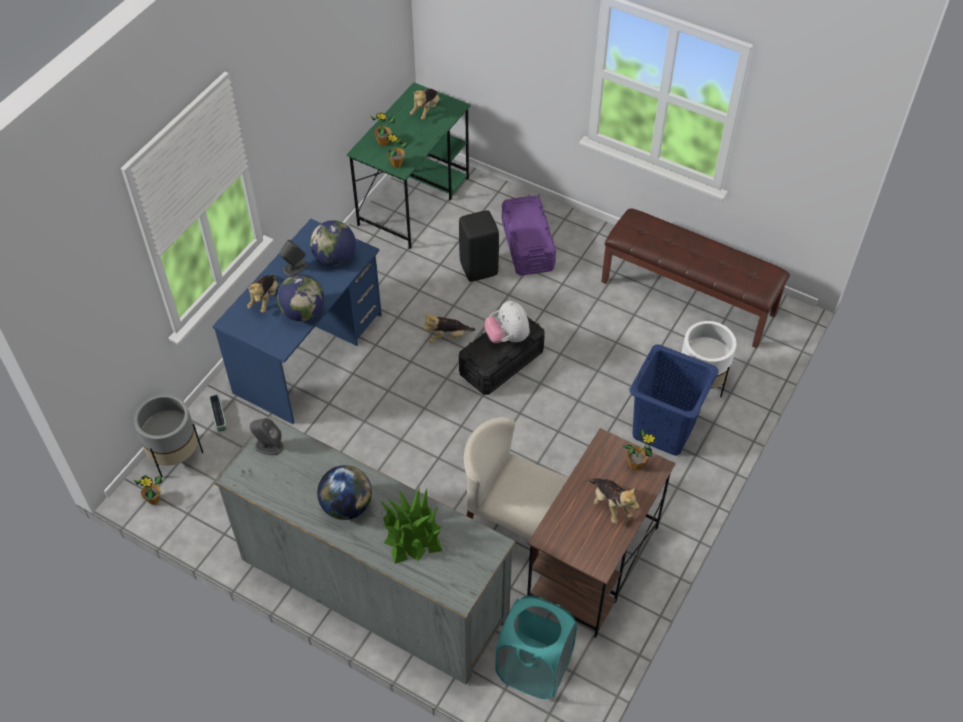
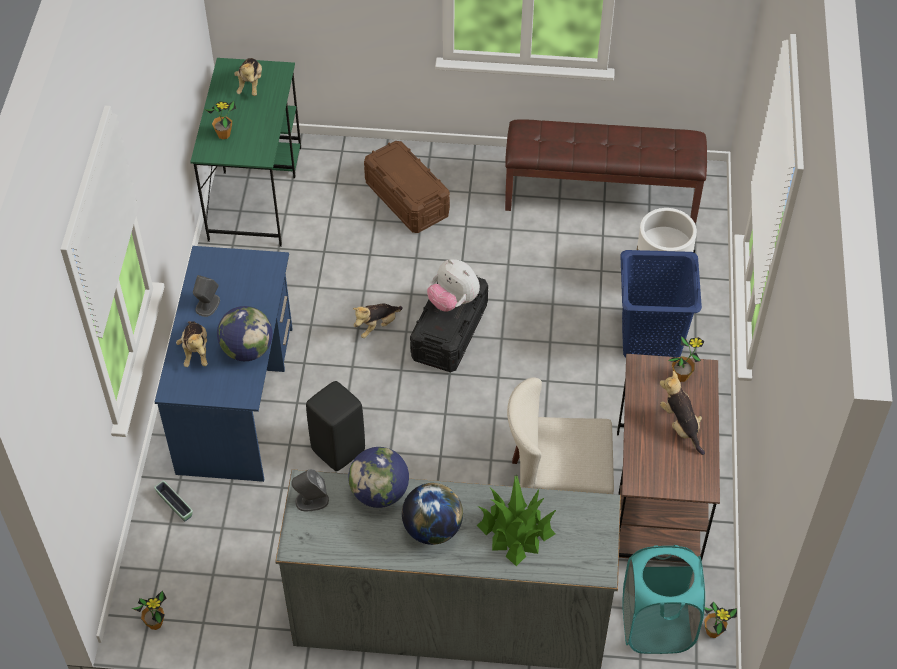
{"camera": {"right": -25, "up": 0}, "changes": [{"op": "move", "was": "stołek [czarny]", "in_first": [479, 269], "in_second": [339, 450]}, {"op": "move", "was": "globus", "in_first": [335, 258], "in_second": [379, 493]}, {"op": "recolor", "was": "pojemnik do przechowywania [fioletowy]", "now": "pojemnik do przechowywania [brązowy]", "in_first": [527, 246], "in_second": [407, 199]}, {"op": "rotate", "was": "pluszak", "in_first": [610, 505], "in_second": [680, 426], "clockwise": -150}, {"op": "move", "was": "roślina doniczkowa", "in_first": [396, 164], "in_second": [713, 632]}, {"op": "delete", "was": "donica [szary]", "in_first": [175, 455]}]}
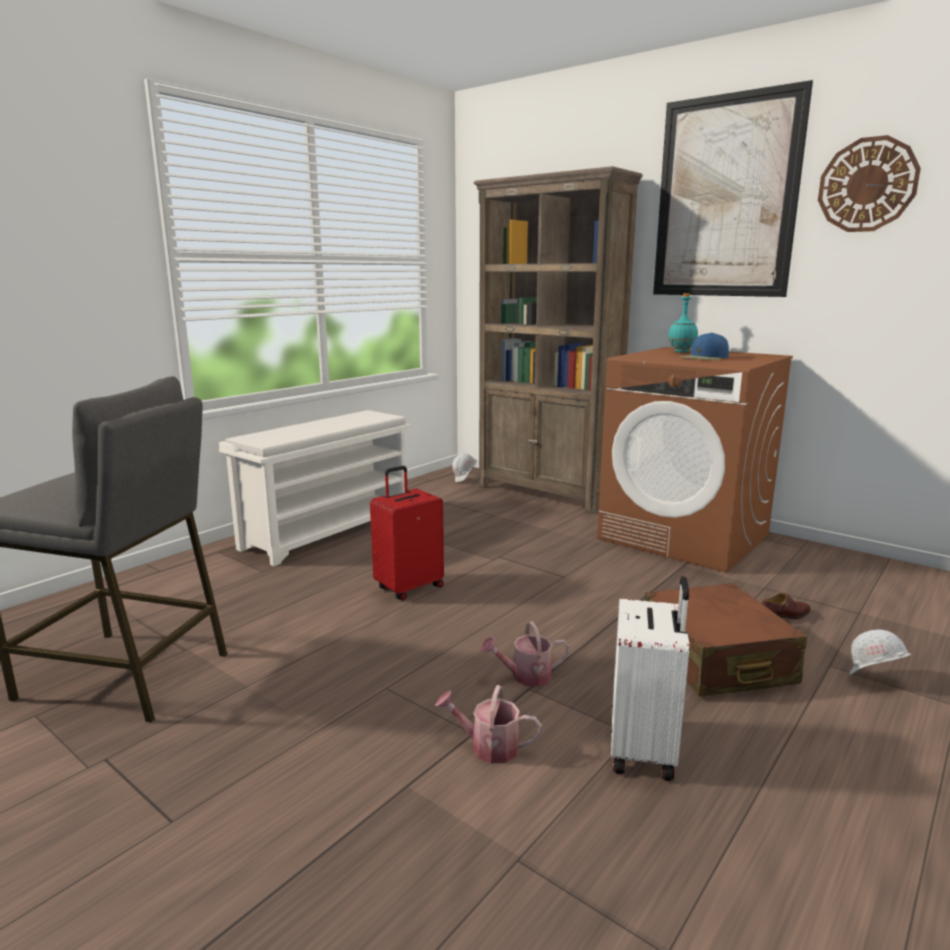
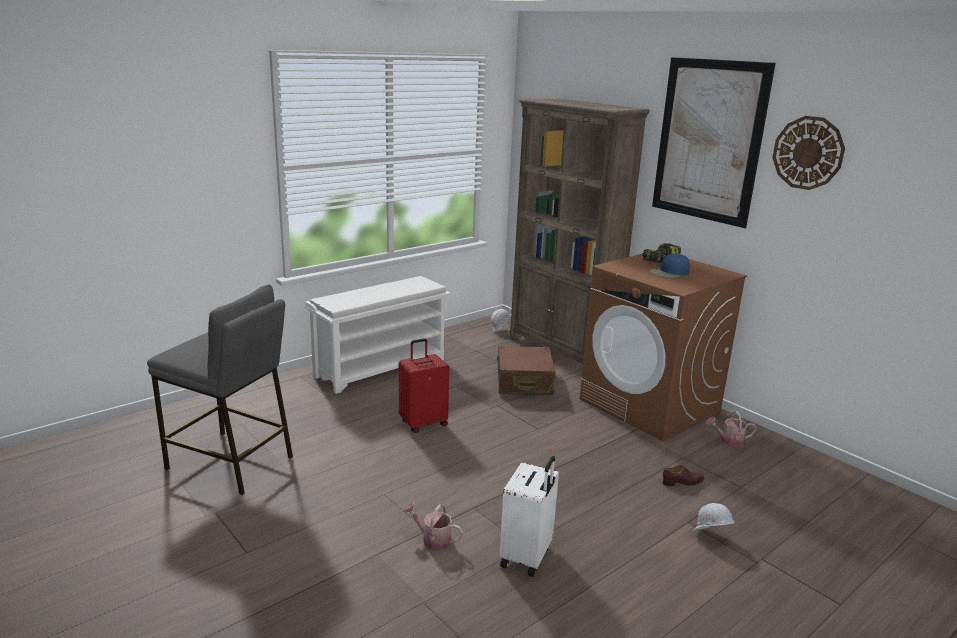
{"camera": {"right": 10, "up": 5}, "changes": [{"op": "move", "was": "walizka [brązowy]", "in_first": [715, 659], "in_second": [524, 382]}, {"op": "replace", "was": "butelka [turkusowy]", "now": "wiertarka", "in_first": [681, 351], "in_second": [661, 260]}, {"op": "move", "was": "konewka", "in_first": [525, 676], "in_second": [728, 441]}]}
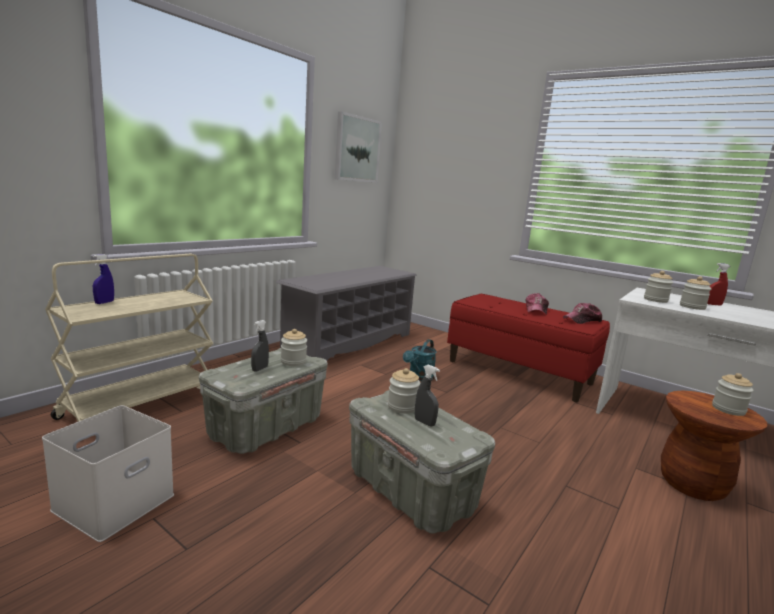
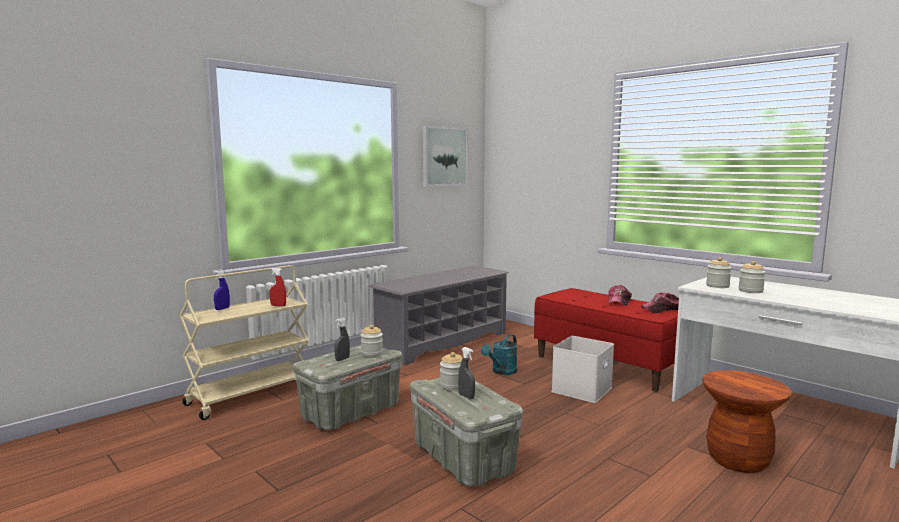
{"camera": {"right": 10, "up": -5}, "changes": [{"op": "move", "was": "spryskiwacz [czerwony]", "in_first": [713, 304], "in_second": [278, 305]}, {"op": "move", "was": "pojemnik do przechowywania [biały]", "in_first": [114, 504], "in_second": [582, 390]}, {"op": "delete", "was": "słoik", "in_first": [728, 409]}]}
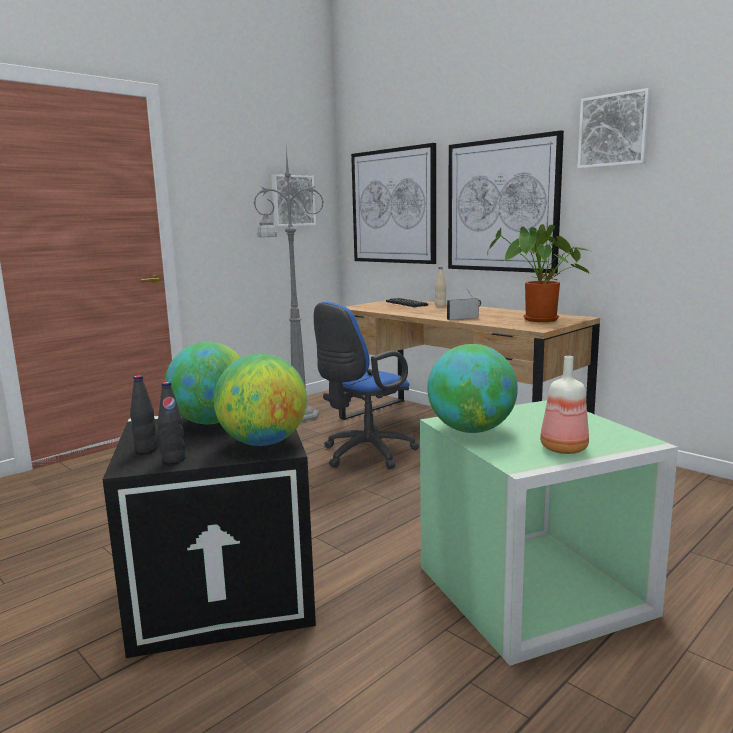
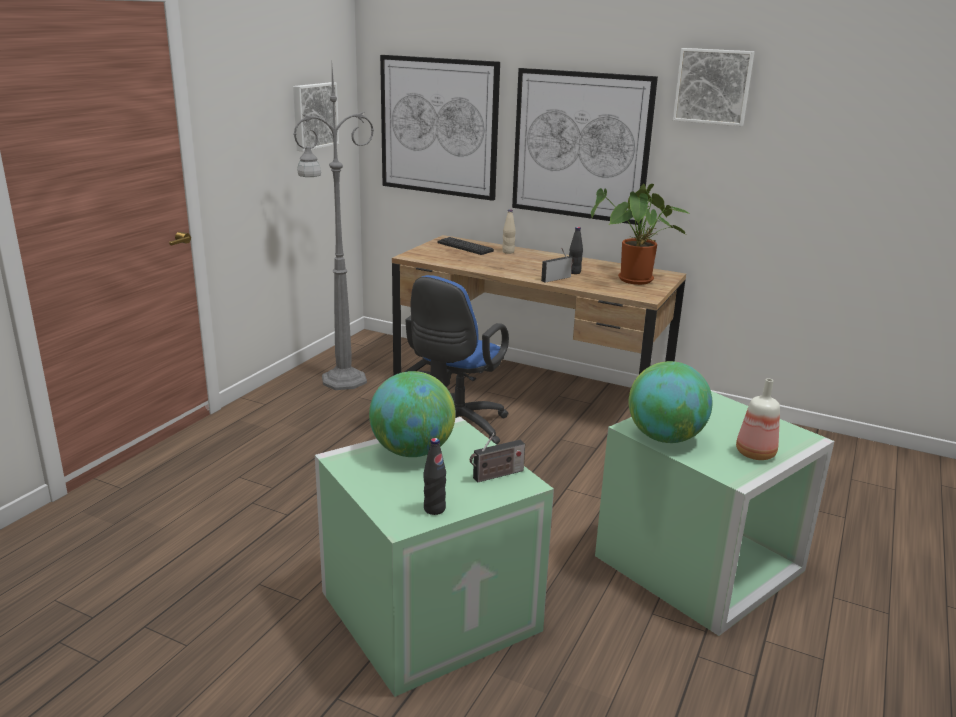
{"camera": {"right": -20, "up": 10}, "changes": [{"op": "recolor", "was": "pojemnik do przechowywania [czarny]", "now": "pojemnik do przechowywania [zielony]", "in_first": [225, 588], "in_second": [430, 608]}, {"op": "replace", "was": "globus", "now": "radio", "in_first": [263, 443], "in_second": [496, 475]}, {"op": "move", "was": "butelka [czarny]", "in_first": [146, 450], "in_second": [574, 272]}]}
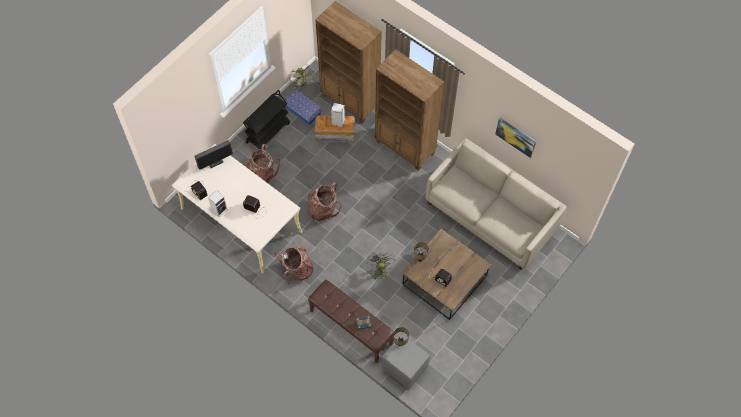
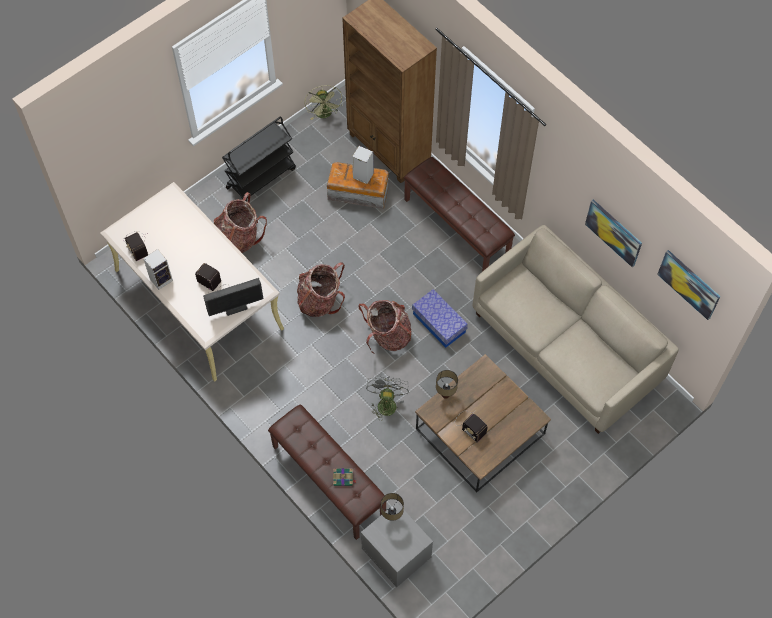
{"camera": {"right": 10, "up": 0}, "changes": [{"op": "move", "was": "monitor", "in_first": [215, 163], "in_second": [236, 308]}, {"op": "move", "was": "plecak", "in_first": [297, 270], "in_second": [388, 335]}, {"op": "replace", "was": "regał [brązowy]", "now": "ławka [brązowy]", "in_first": [405, 147], "in_second": [457, 227]}, {"op": "move", "was": "pojemnik do przechowywania", "in_first": [303, 111], "in_second": [439, 323]}, {"op": "insert", "now": "obraz", "in_second": [689, 284]}]}
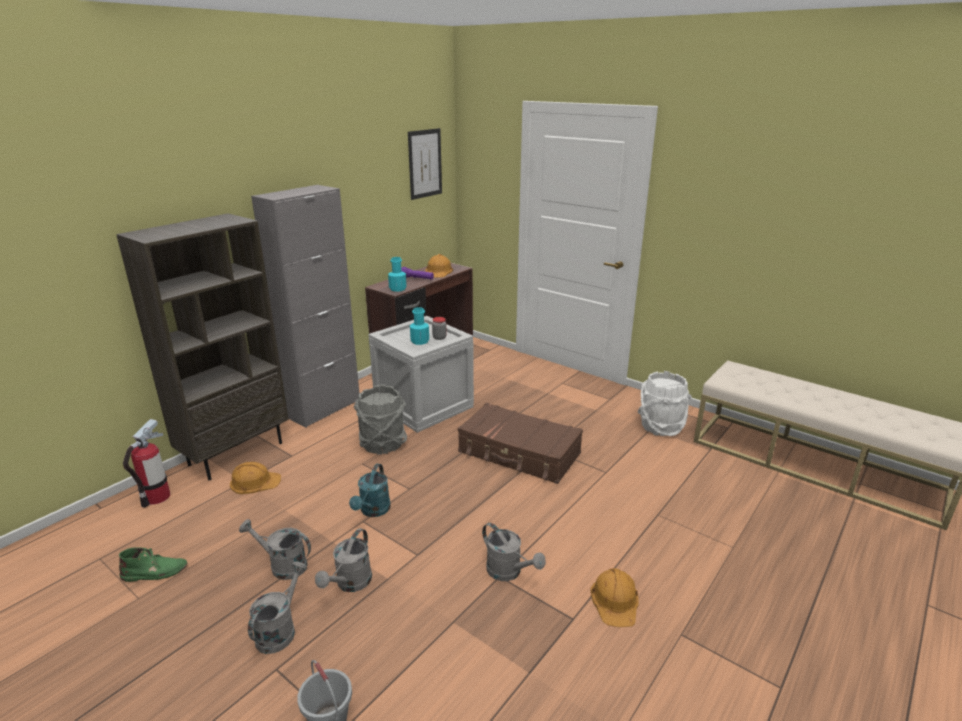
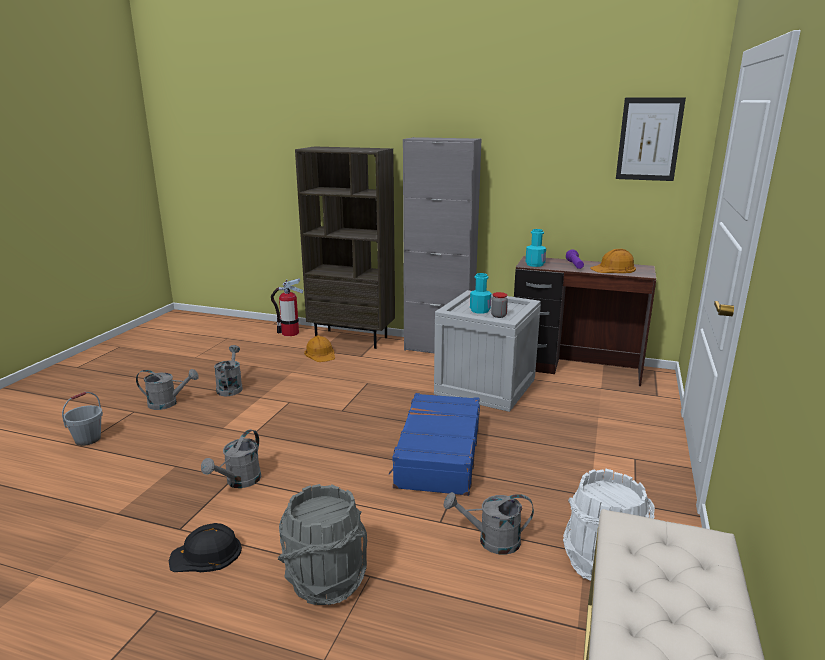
{"camera": {"right": 70, "up": -5}, "changes": [{"op": "recolor", "was": "kask [pomarańczowy]", "now": "kask [czarny]", "in_first": [615, 600], "in_second": [206, 554]}, {"op": "move", "was": "wiadro [szary]", "in_first": [382, 444], "in_second": [325, 581]}, {"op": "recolor", "was": "walizka [brązowy]", "now": "walizka [niebieski]", "in_first": [519, 453], "in_second": [438, 455]}, {"op": "move", "was": "konewka [szary]", "in_first": [350, 584], "in_second": [491, 541]}, {"op": "delete", "was": "but z cholewką [zielony]", "in_first": [155, 572]}, {"op": "delete", "was": "konewka [turkusowy]", "in_first": [373, 511]}]}
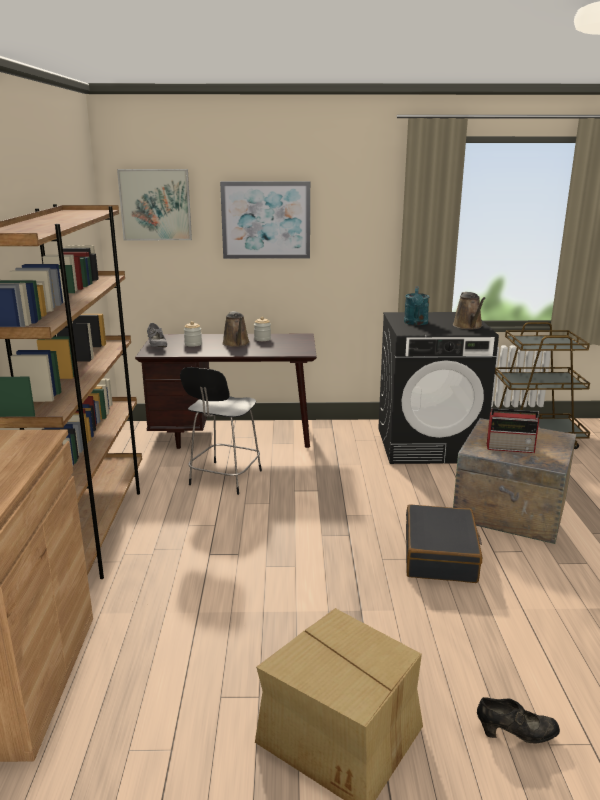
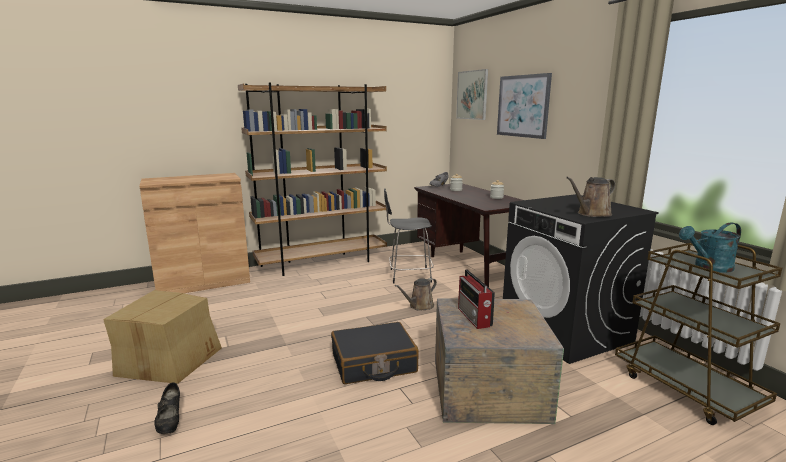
{"camera": {"right": 65, "up": -5}, "changes": [{"op": "move", "was": "konewka [brązowy]", "in_first": [236, 344], "in_second": [419, 306]}, {"op": "move", "was": "konewka [turkusowy]", "in_first": [416, 323], "in_second": [708, 267]}]}
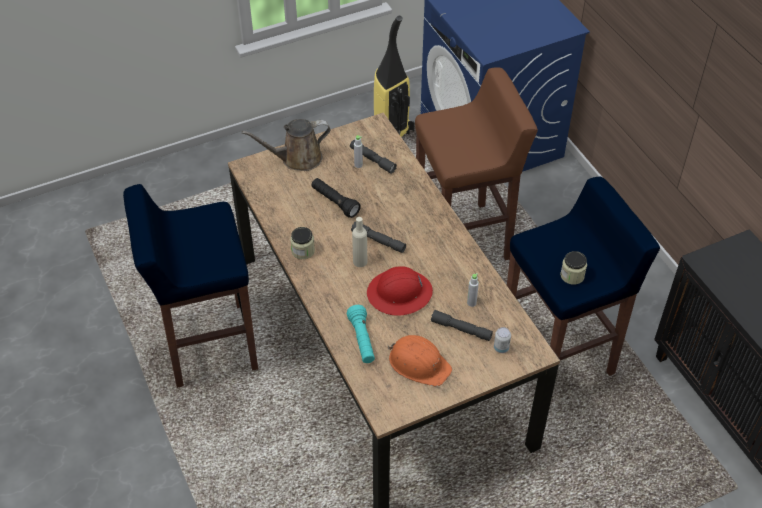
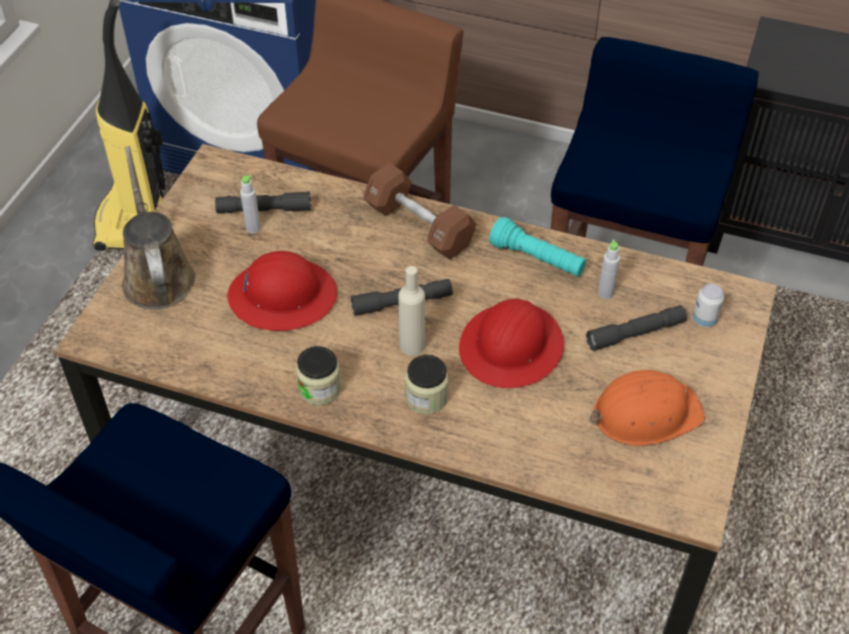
{"camera": {"right": -45, "up": 0}, "changes": [{"op": "rotate", "was": "konewka [brązowy]", "in_first": [297, 159], "in_second": [157, 276], "clockwise": 135}, {"op": "replace", "was": "latarka [czarny]", "now": "kask [czerwony]", "in_first": [334, 202], "in_second": [282, 296]}, {"op": "insert", "now": "hantel [brązowy]", "in_second": [419, 226]}, {"op": "move", "was": "słoik", "in_first": [572, 275], "in_second": [426, 398]}, {"op": "move", "was": "latarka [turkusowy]", "in_first": [362, 340], "in_second": [537, 259]}]}
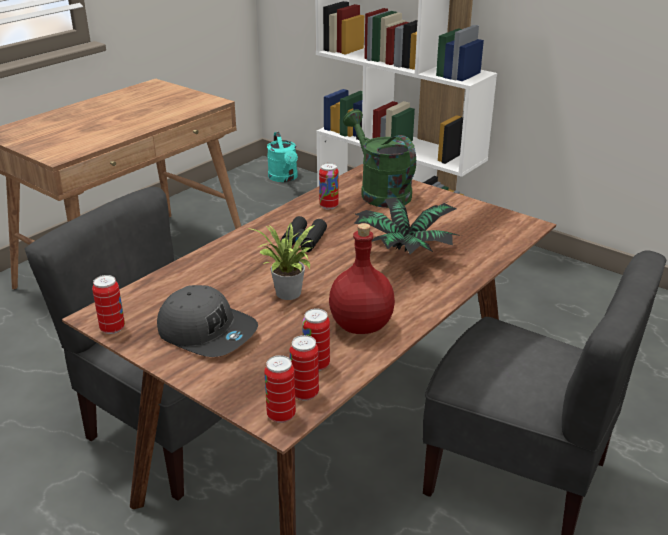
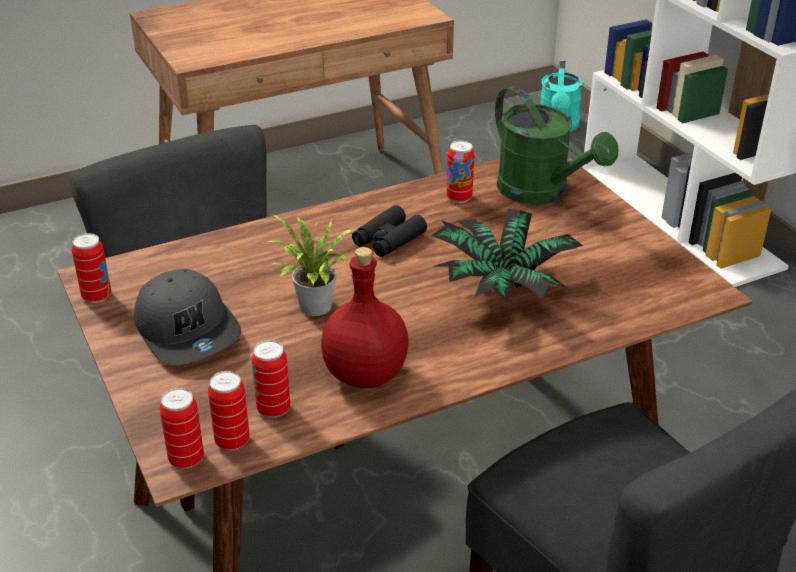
{"camera": {"right": 25, "up": 5}, "changes": [{"op": "rotate", "was": "konewka [zielony]", "in_first": [380, 192], "in_second": [542, 192], "clockwise": 150}]}
